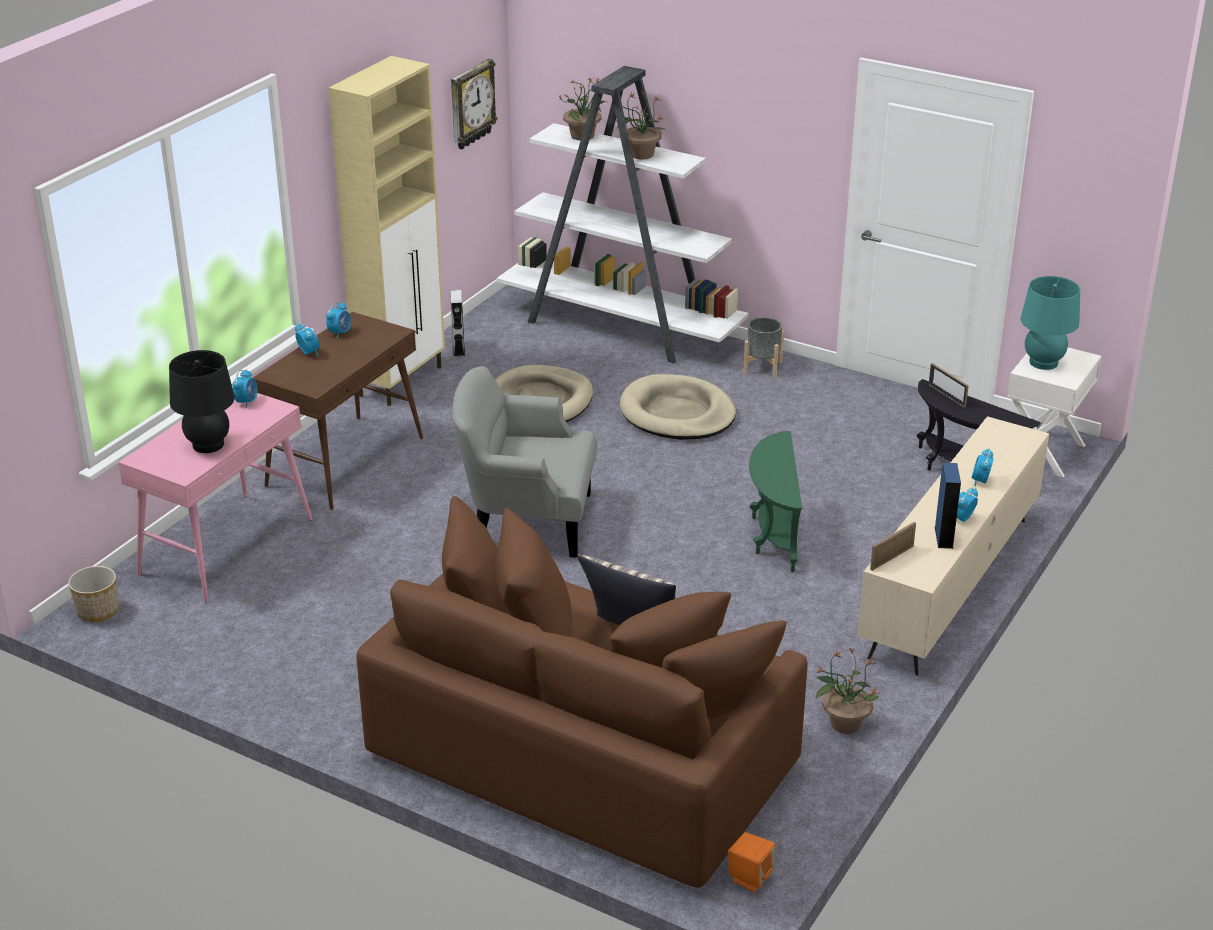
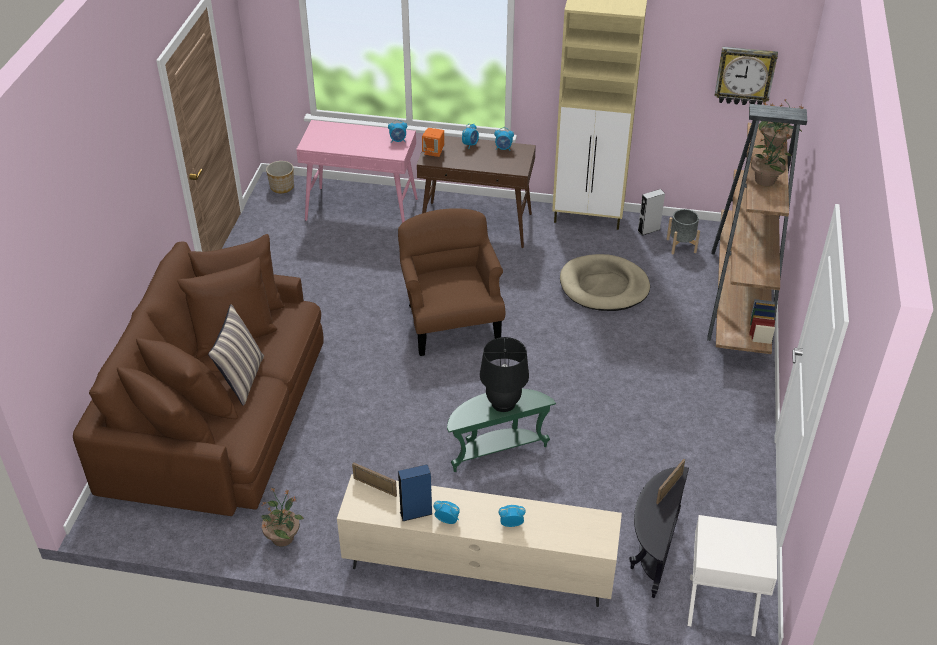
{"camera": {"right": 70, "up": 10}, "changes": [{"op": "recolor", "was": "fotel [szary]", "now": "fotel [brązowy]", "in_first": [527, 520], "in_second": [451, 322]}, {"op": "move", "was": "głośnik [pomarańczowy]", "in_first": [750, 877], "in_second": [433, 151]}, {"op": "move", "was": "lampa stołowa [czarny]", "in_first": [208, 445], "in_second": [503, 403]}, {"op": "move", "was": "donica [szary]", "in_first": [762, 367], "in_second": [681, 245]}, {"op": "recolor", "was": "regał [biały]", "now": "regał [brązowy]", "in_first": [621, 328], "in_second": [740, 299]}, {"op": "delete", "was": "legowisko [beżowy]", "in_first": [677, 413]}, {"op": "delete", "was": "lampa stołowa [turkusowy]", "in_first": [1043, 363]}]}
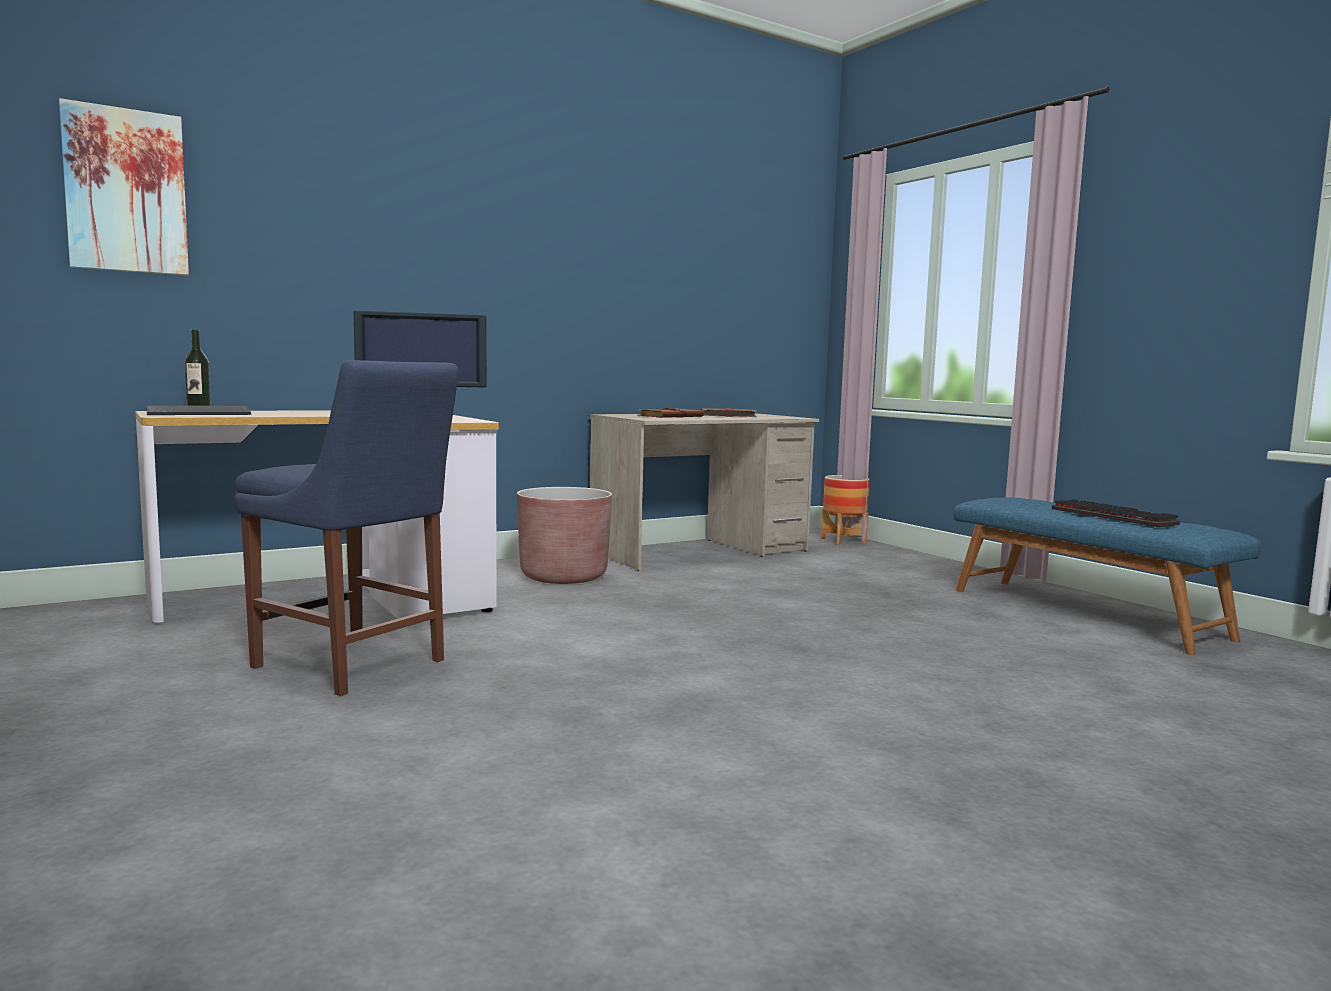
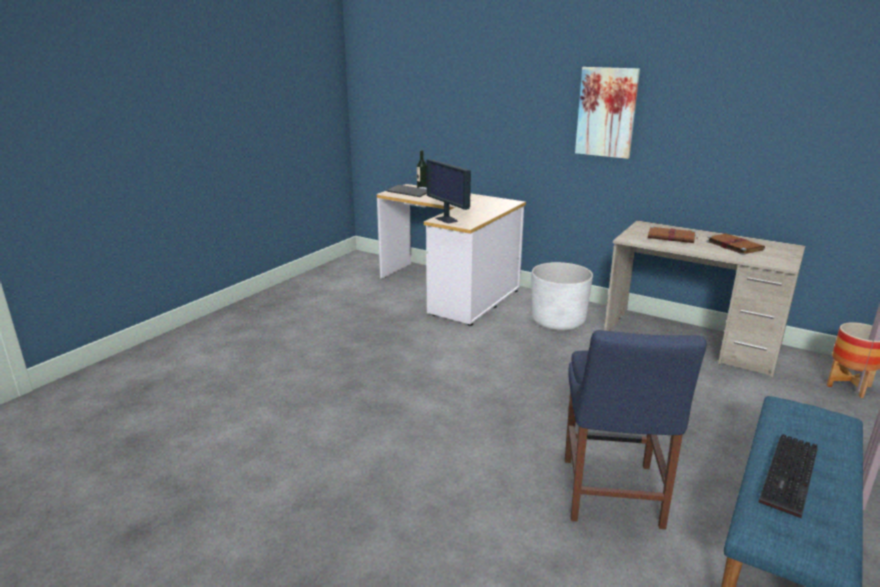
{"camera": {"right": 65, "up": 15}, "changes": [{"op": "recolor", "was": "donica [brązowy]", "now": "donica [biały]", "in_first": [563, 576], "in_second": [558, 321]}, {"op": "move", "was": "krzesło [niebieski]", "in_first": [354, 665], "in_second": [611, 496]}, {"op": "move", "was": "obraz", "in_first": [126, 191], "in_second": [606, 112]}]}
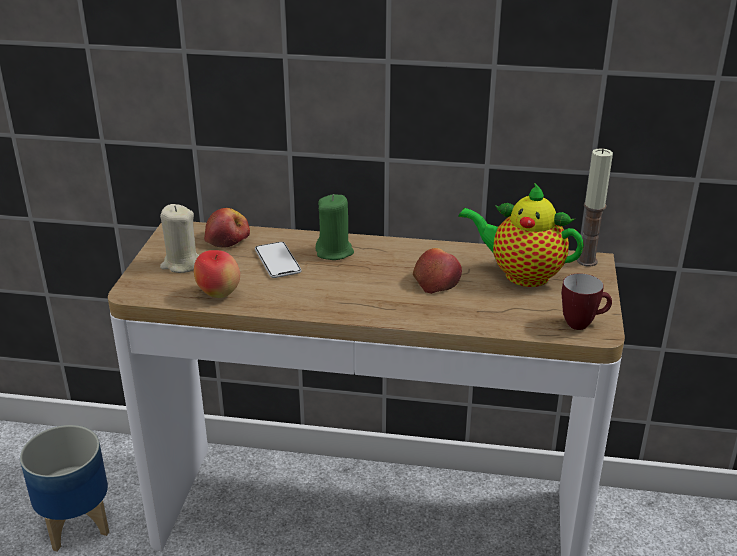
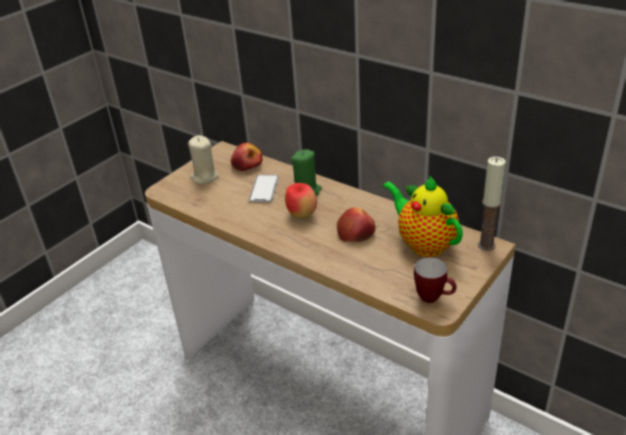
{"camera": {"right": 30, "up": 5}, "changes": [{"op": "move", "was": "jabłko", "in_first": [219, 294], "in_second": [302, 215]}, {"op": "delete", "was": "donica", "in_first": [76, 524]}]}
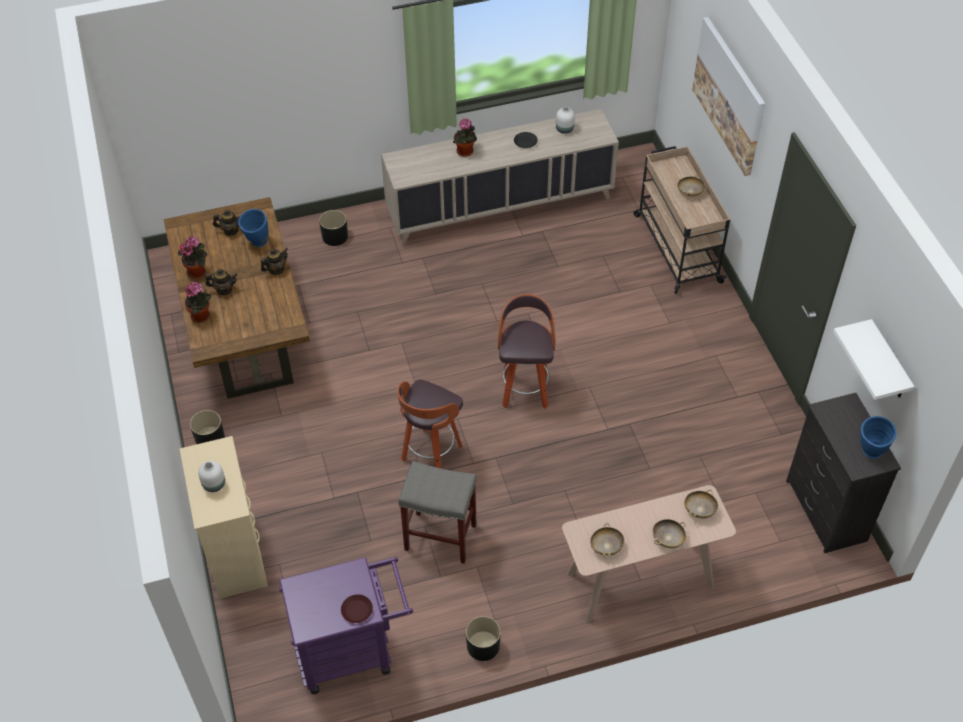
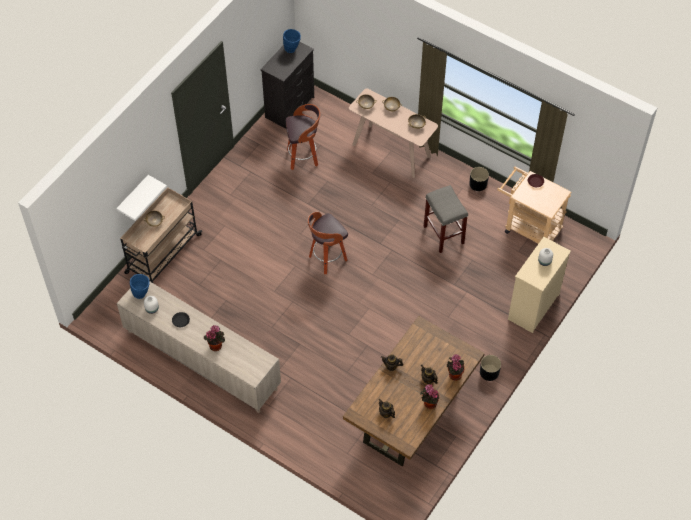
{"camera": {"right": -130, "up": 5}, "changes": [{"op": "move", "was": "półka [biały]", "in_first": [888, 362], "in_second": [133, 196]}, {"op": "move", "was": "wazon [niebieski]", "in_first": [257, 243], "in_second": [142, 294]}, {"op": "move", "was": "stołek", "in_first": [431, 454], "in_second": [303, 157]}, {"op": "recolor", "was": "wózek [fioletowy]", "now": "wózek [beżowy]", "in_first": [352, 650], "in_second": [528, 227]}, {"op": "delete", "was": "donica [czarny]", "in_first": [335, 236]}, {"op": "delete", "was": "obraz", "in_first": [729, 95]}]}
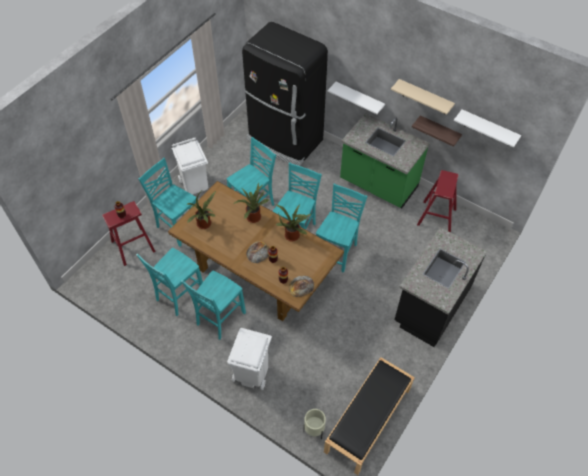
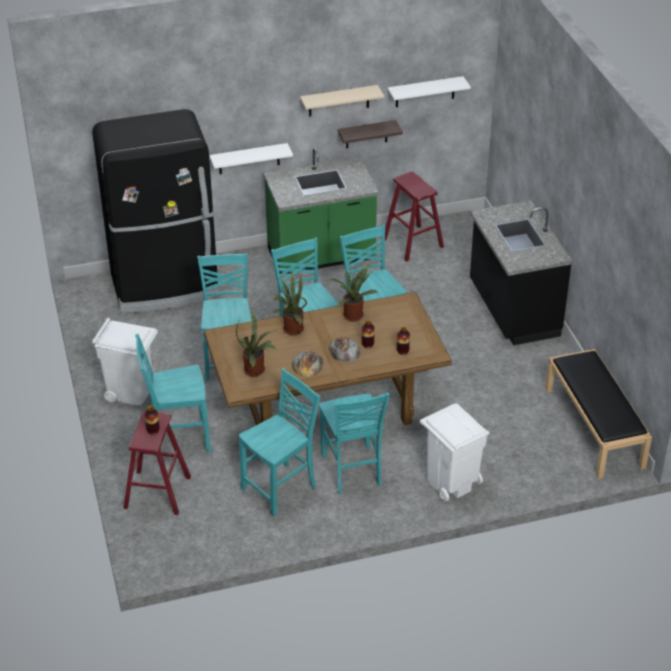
{"camera": {"right": -50, "up": -15}, "changes": [{"op": "rotate", "was": "krzesło [turkusowy]", "in_first": [179, 296], "in_second": [281, 488], "clockwise": -120}, {"op": "move", "was": "chleb", "in_first": [301, 286], "in_second": [307, 364]}, {"op": "delete", "was": "donica [beżowy]", "in_first": [314, 430]}]}
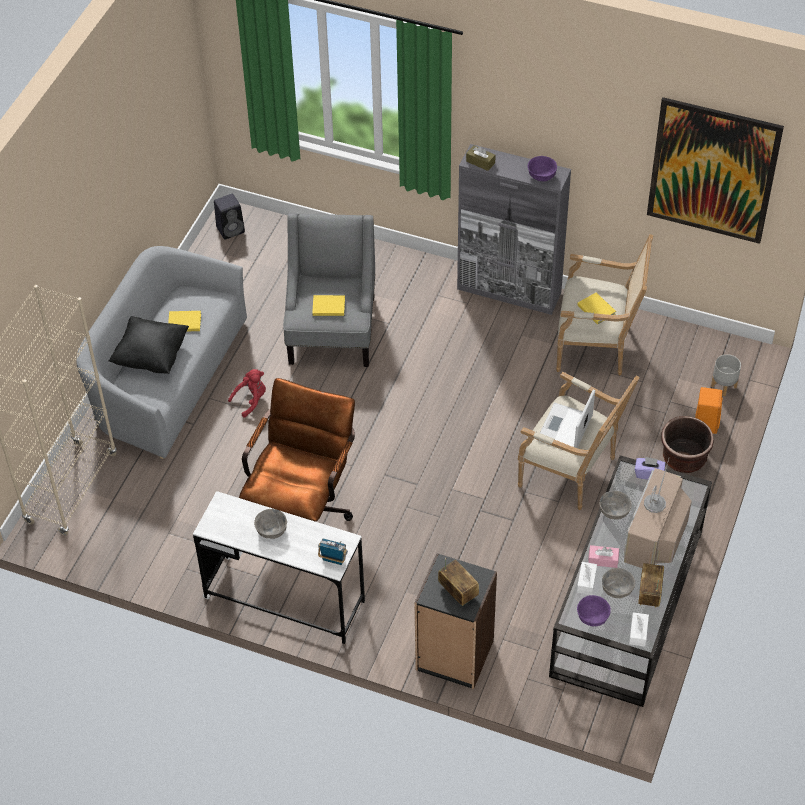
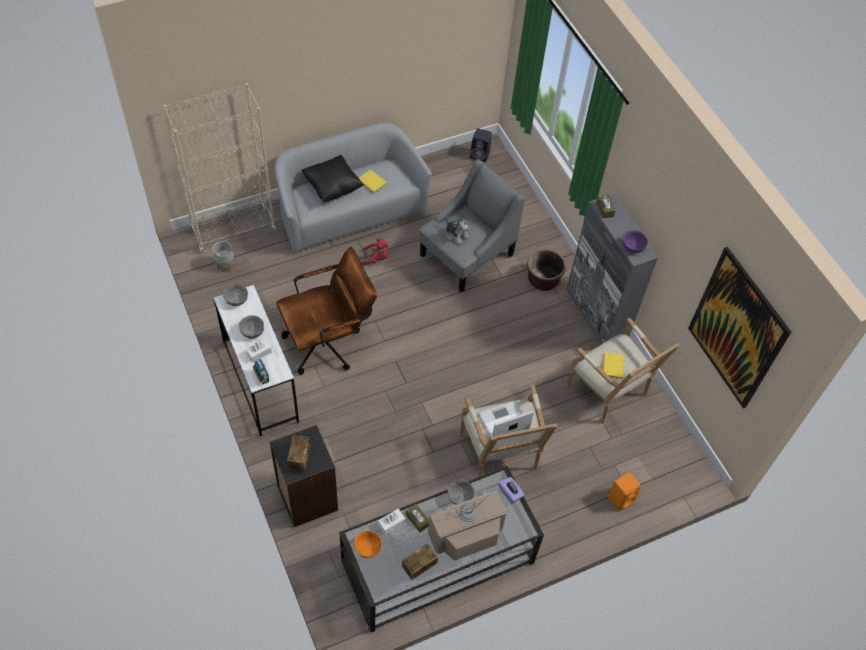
{"camera": {"right": 40, "up": 5}, "changes": [{"op": "move", "was": "donica [szary]", "in_first": [723, 386], "in_second": [225, 264]}, {"op": "move", "was": "miska [szary]", "in_first": [616, 590], "in_second": [236, 300]}, {"op": "move", "was": "pudełko chusteczek [biały]", "in_first": [638, 632], "in_second": [259, 353]}, {"op": "recolor", "was": "miska [fioletowy]", "now": "miska [pomarańczowy]", "in_first": [592, 617], "in_second": [368, 548]}, {"op": "recolor", "was": "pudełko chusteczek [różowy]", "now": "pudełko chusteczek [brązowy]", "in_first": [603, 560], "in_second": [417, 520]}, {"op": "replace", "was": "książka [żółty]", "now": "pluszak", "in_first": [327, 306], "in_second": [456, 234]}, {"op": "move", "was": "donica [brązowy]", "in_first": [684, 458], "in_second": [543, 279]}]}
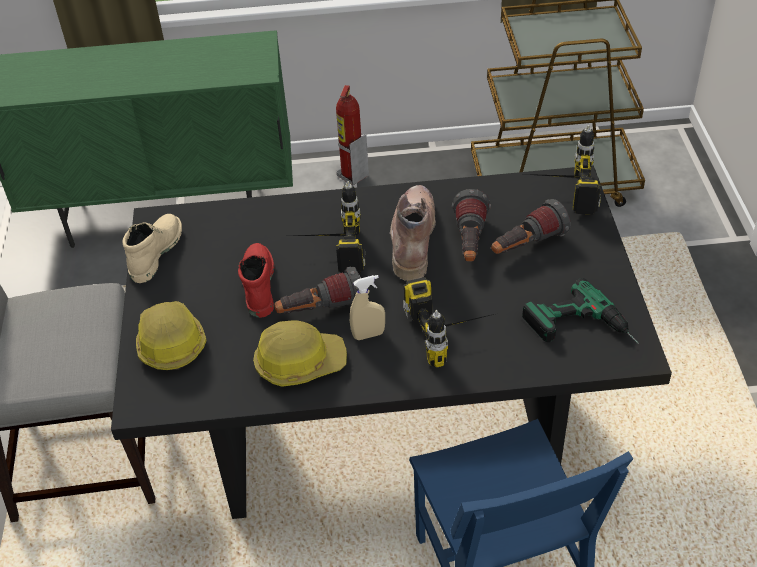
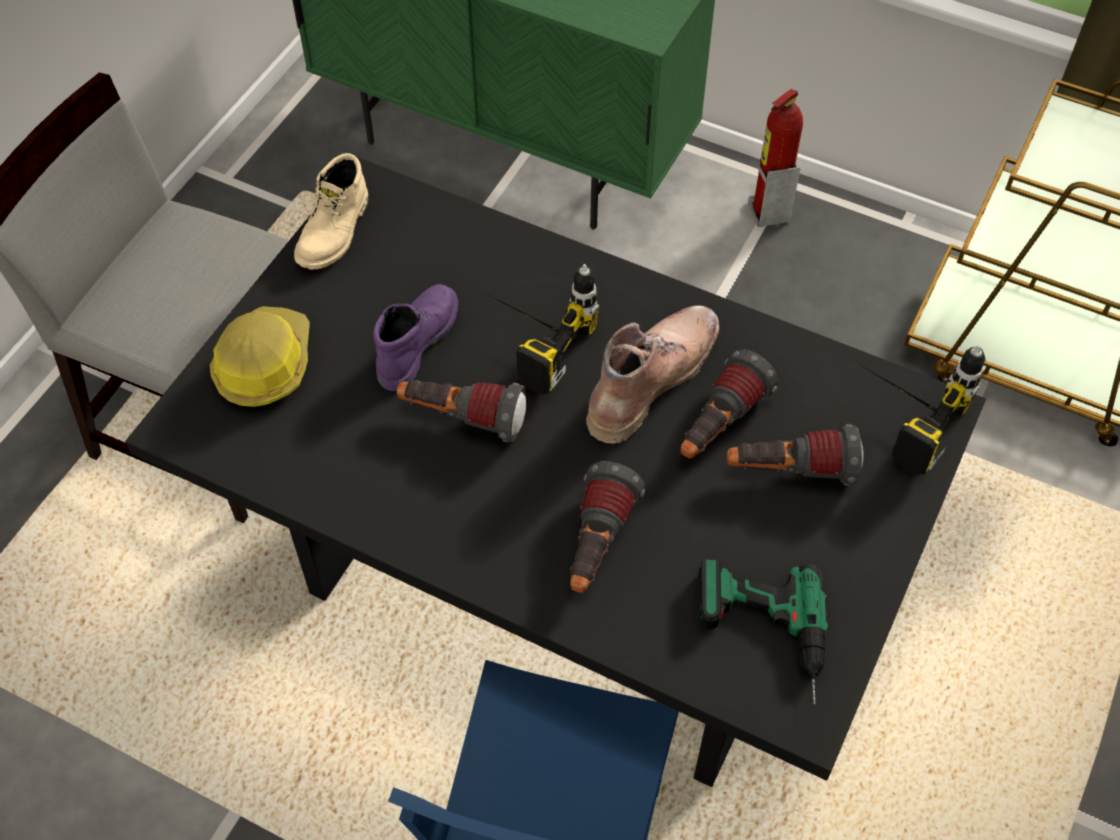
{"camera": {"right": 30, "up": 10}, "changes": [{"op": "rotate", "was": "but z cholewką [beżowy]", "in_first": [155, 252], "in_second": [335, 232], "clockwise": 150}, {"op": "recolor", "was": "but z cholewką [czerwony]", "now": "but z cholewką [fioletowy]", "in_first": [257, 285], "in_second": [416, 342]}, {"op": "replace", "was": "wiertarka", "now": "latarka", "in_first": [455, 333], "in_second": [597, 545]}, {"op": "delete", "was": "kask", "in_first": [299, 362]}, {"op": "delete", "was": "spryskiwacz [beżowy]", "in_first": [368, 335]}]}
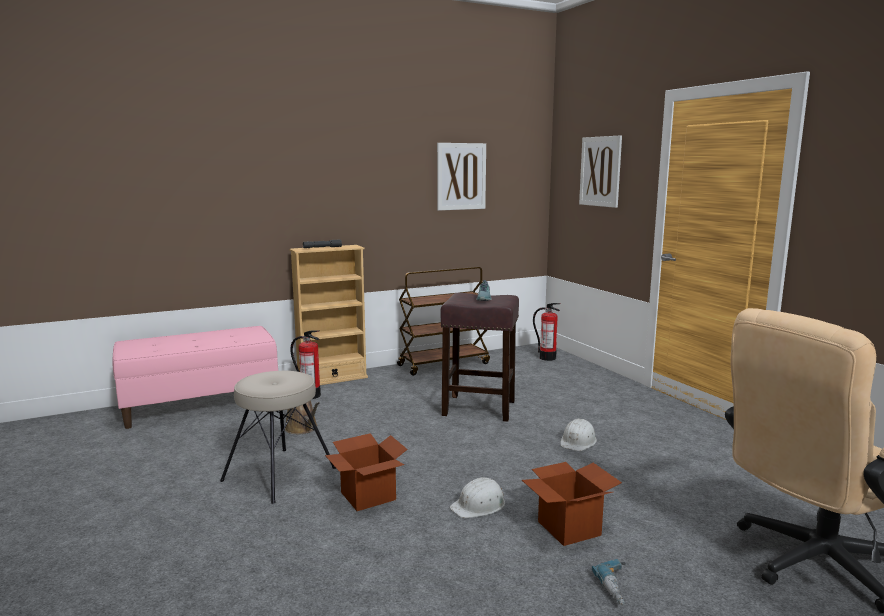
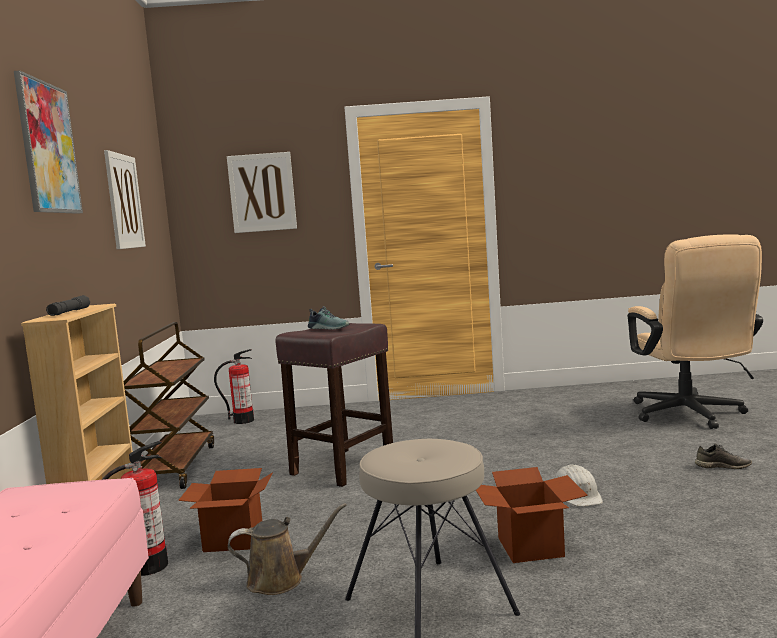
{"camera": {"right": -65, "up": -5}, "changes": [{"op": "insert", "now": "obraz", "in_second": [48, 148]}, {"op": "move", "was": "karton", "in_first": [569, 528], "in_second": [234, 539]}, {"op": "replace", "was": "wiertarka", "now": "but [szary]", "in_first": [619, 588], "in_second": [722, 466]}, {"op": "delete", "was": "kask [biały]", "in_first": [578, 441]}]}
